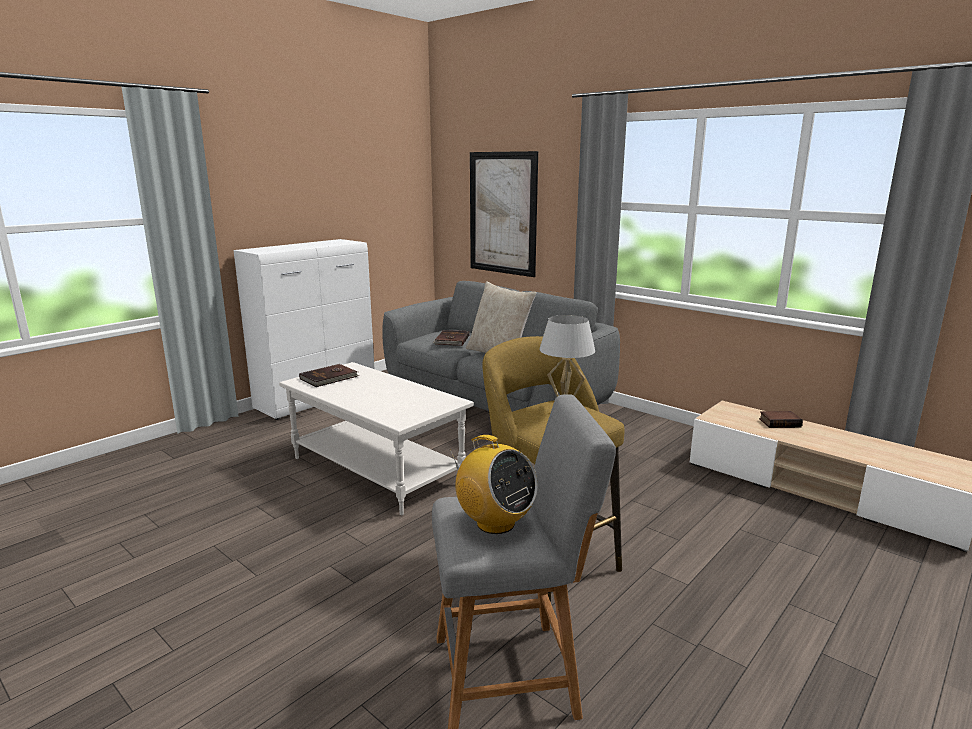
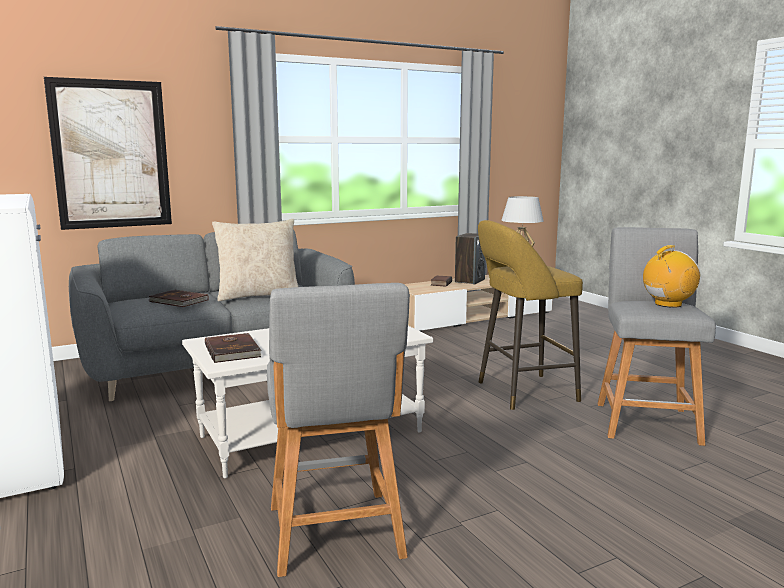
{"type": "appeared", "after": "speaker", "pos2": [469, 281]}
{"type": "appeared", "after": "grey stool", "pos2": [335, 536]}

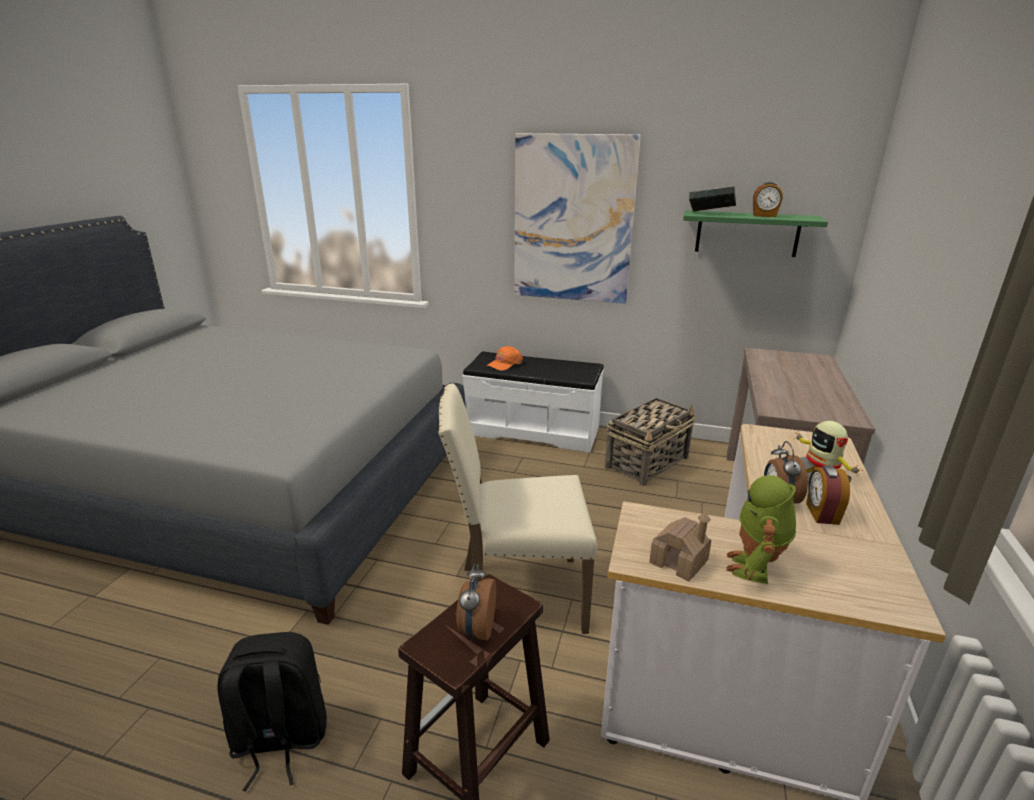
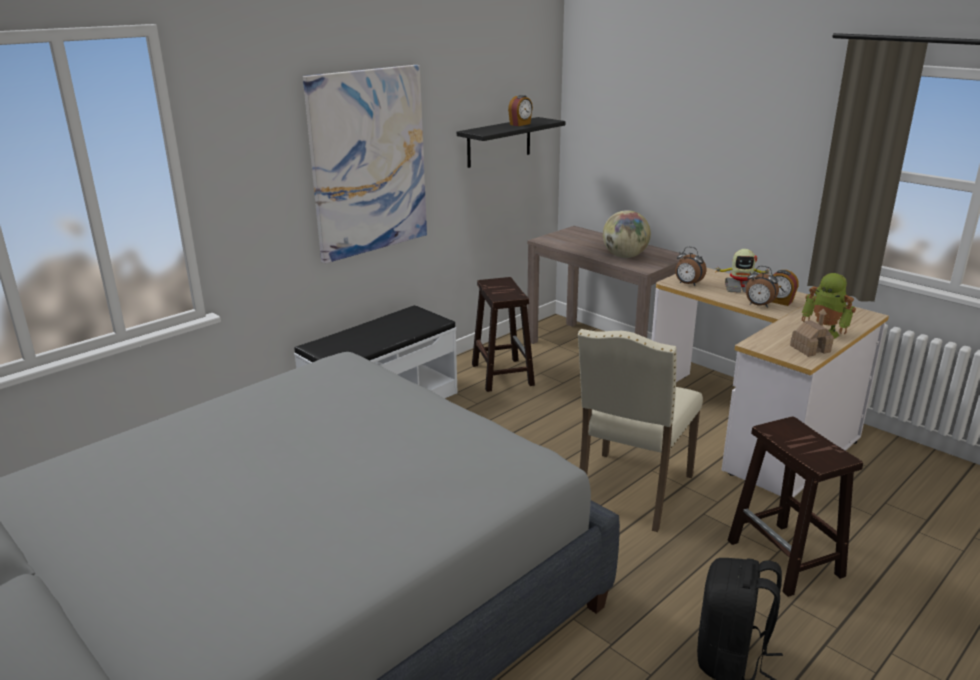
{"type": "missing", "before": "book", "pos1": [710, 213]}
{"type": "colour", "before": "green shelf", "after": "black shelf", "pos1": [747, 233], "pos2": [499, 142]}
{"type": "missing", "before": "orange cap", "pos1": [505, 364]}
{"type": "exchanged", "before": "basket", "after": "brown stool", "pos1": [647, 462], "pos2": [501, 374]}
{"type": "relocated", "before": "alarm clock", "pos1": [476, 629], "pos2": [688, 284]}
{"type": "appeared", "after": "globe", "pos2": [624, 256]}

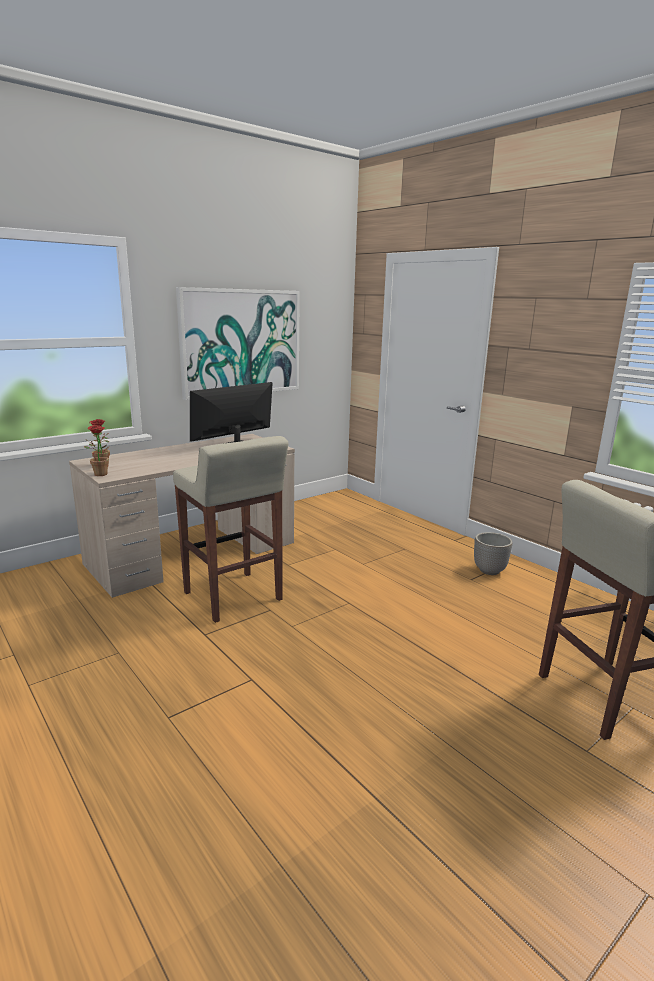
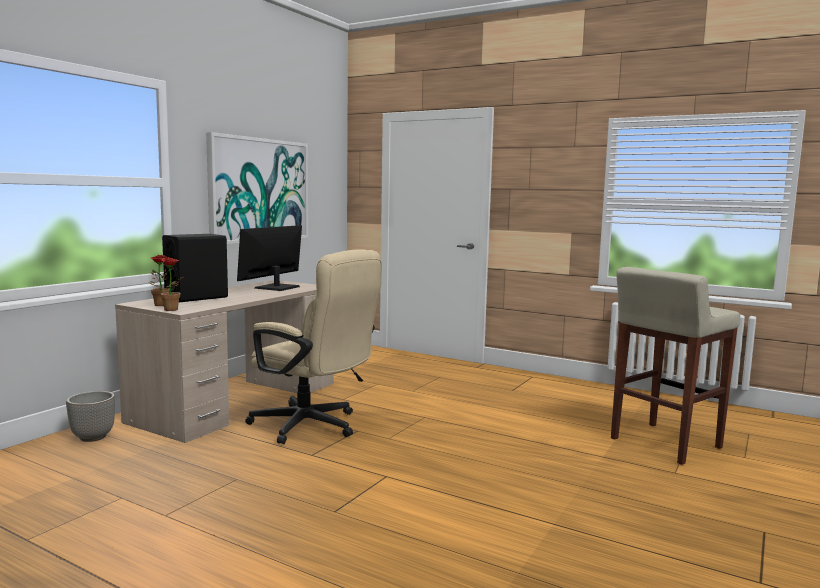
{"type": "exchanged", "before": "beige stool", "after": "beige office chair", "pos1": [233, 597], "pos2": [313, 427]}
{"type": "relocated", "before": "planter", "pos1": [490, 571], "pos2": [93, 437]}
{"type": "appeared", "after": "black speaker", "pos2": [196, 297]}

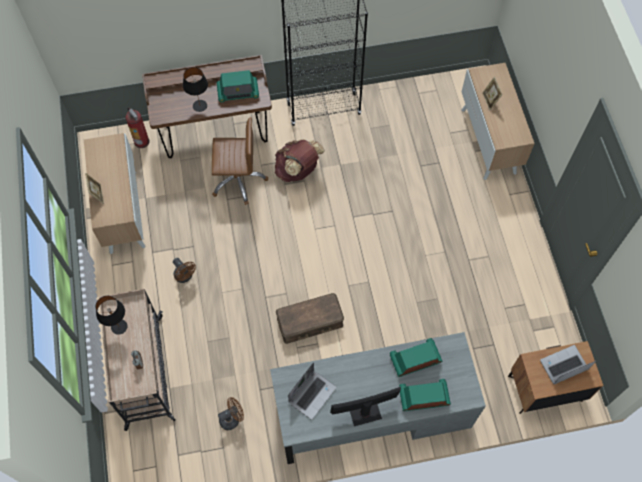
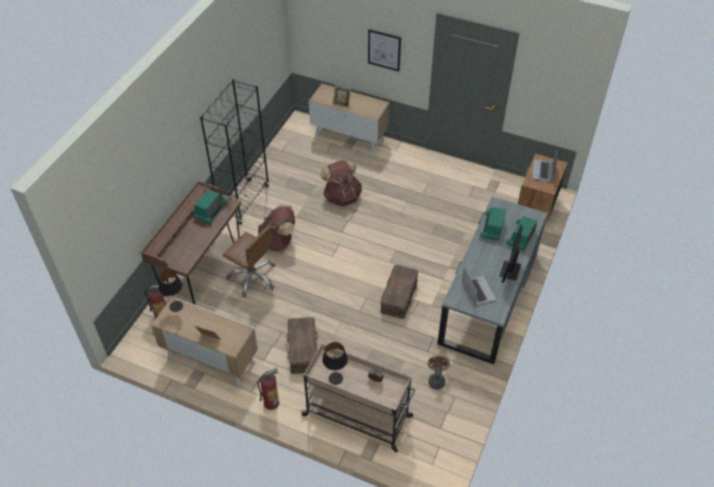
{"type": "relocated", "before": "black table lamp", "pos1": [200, 106], "pos2": [176, 306]}
{"type": "spun", "before": "brown office chair", "pos1": [238, 179], "pos2": [253, 277], "turn": 90}
{"type": "exchanged", "before": "brown fan", "after": "brown storage box", "pos1": [185, 277], "pos2": [302, 350]}
{"type": "appeared", "after": "picture", "pos2": [384, 50]}
{"type": "appeared", "after": "brown backpack", "pos2": [342, 197]}
{"type": "appeared", "after": "fire extinguisher", "pos2": [271, 402]}

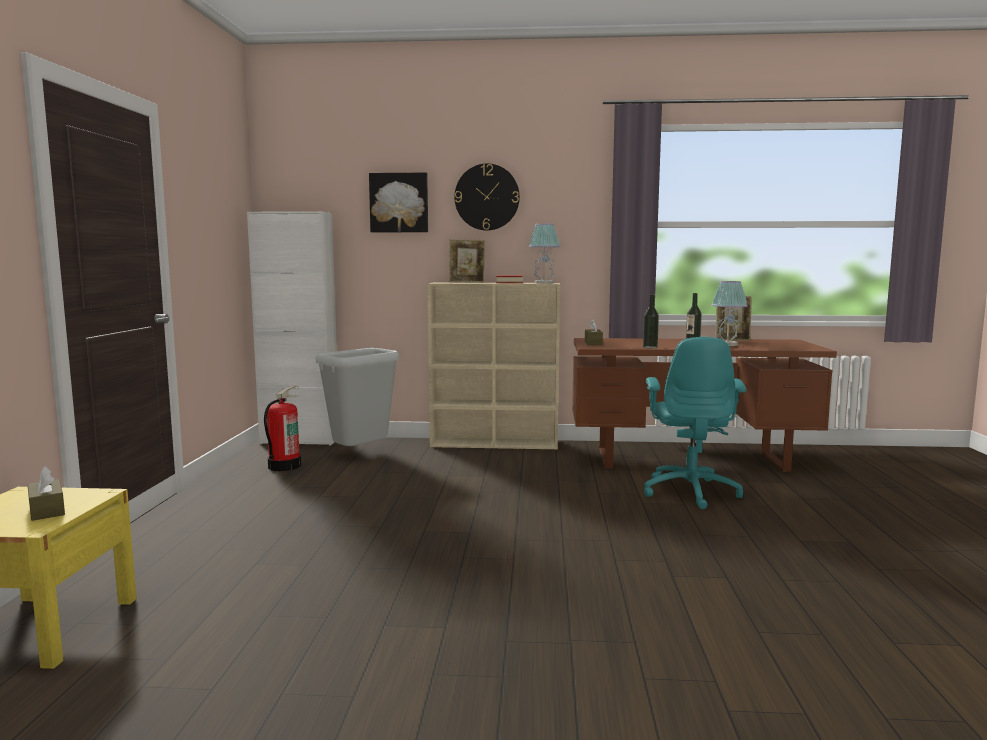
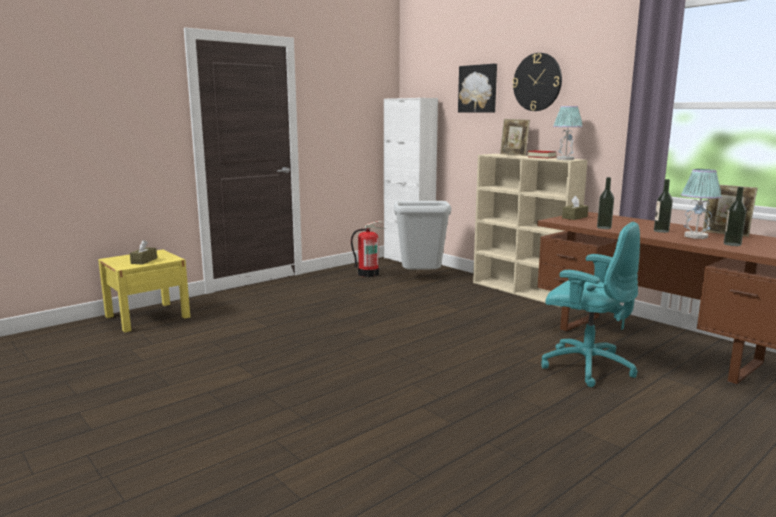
{"type": "spun", "before": "turquoise office chair", "pos1": [690, 491], "pos2": [585, 366], "turn": -105}
{"type": "appeared", "after": "bottle", "pos2": [732, 244]}

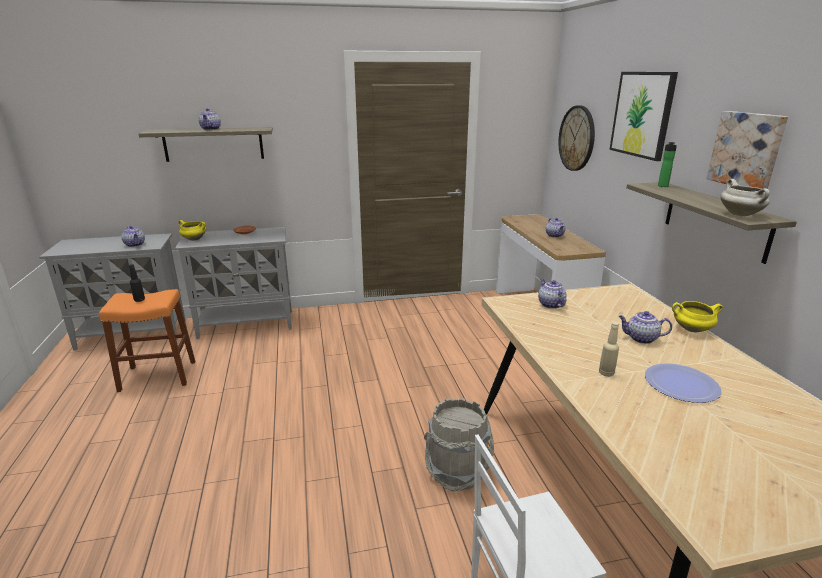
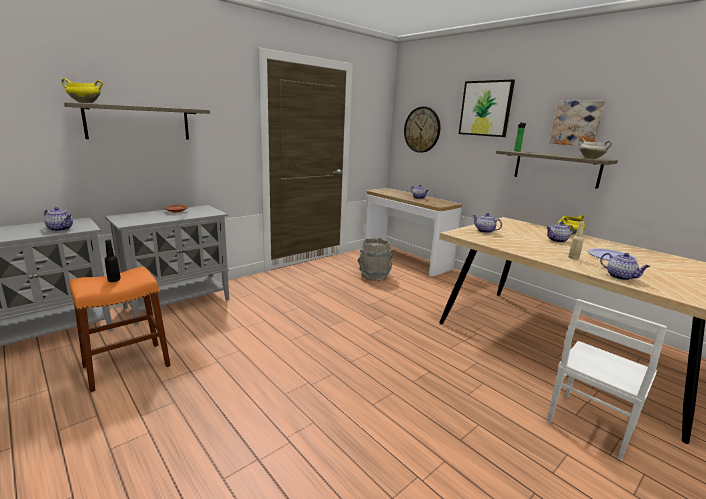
{"type": "relocated", "before": "teapot", "pos1": [211, 129], "pos2": [620, 277]}
{"type": "relocated", "before": "yellow cooking pot", "pos1": [194, 239], "pos2": [84, 103]}
{"type": "relocated", "before": "grey bucket", "pos1": [457, 472], "pos2": [374, 276]}

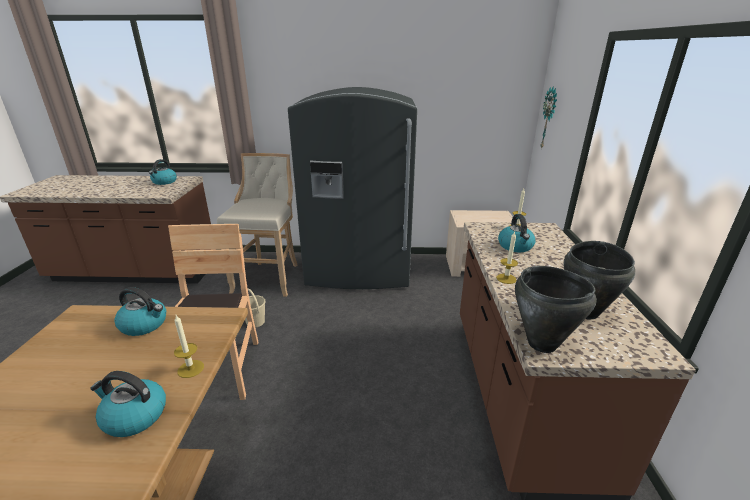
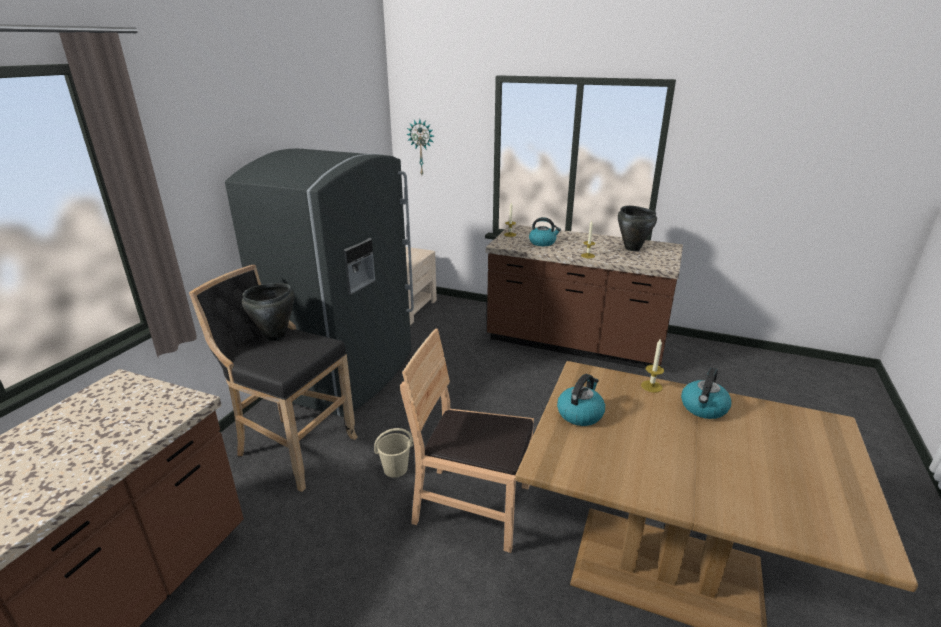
{"type": "colour", "before": "beige stool", "after": "black stool", "pos1": [269, 277], "pos2": [292, 448]}
{"type": "missing", "before": "kettle", "pos1": [164, 182]}
{"type": "relocated", "before": "black cooking pot", "pos1": [542, 344], "pos2": [276, 336]}

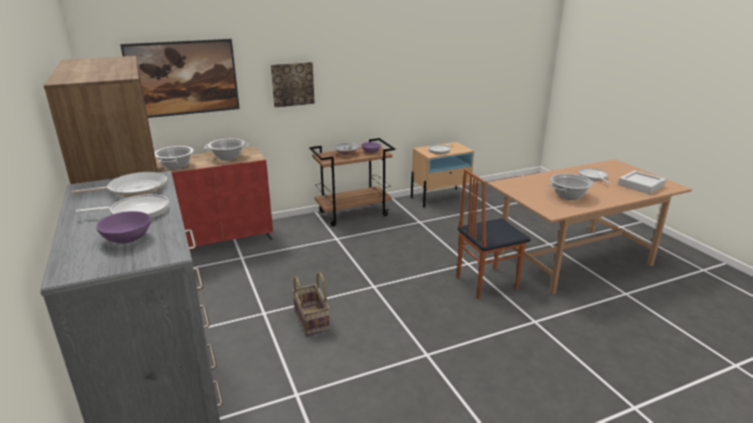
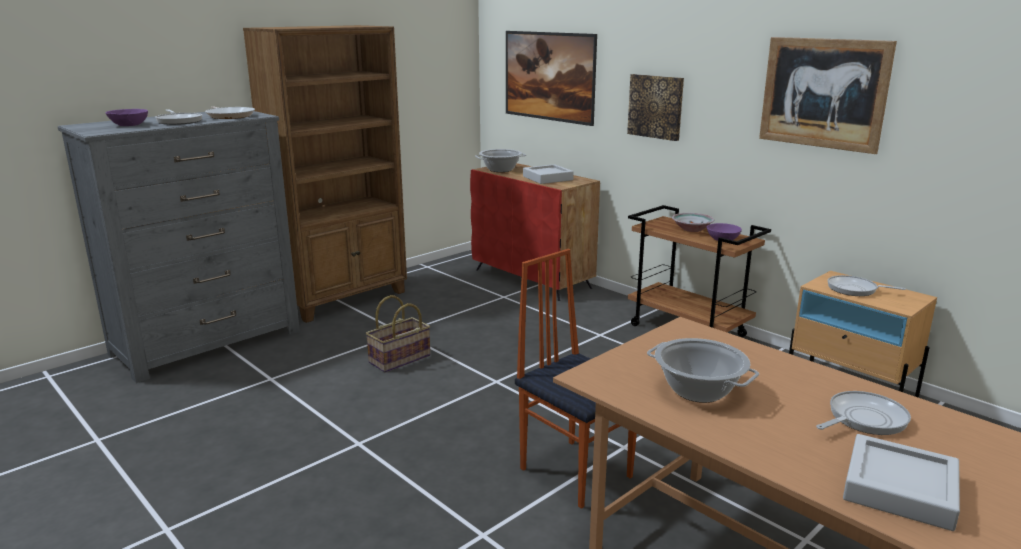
{"type": "exchanged", "before": "cooking pot", "after": "grey tray", "pos1": [228, 157], "pos2": [547, 178]}
{"type": "appeared", "after": "picture", "pos2": [823, 93]}

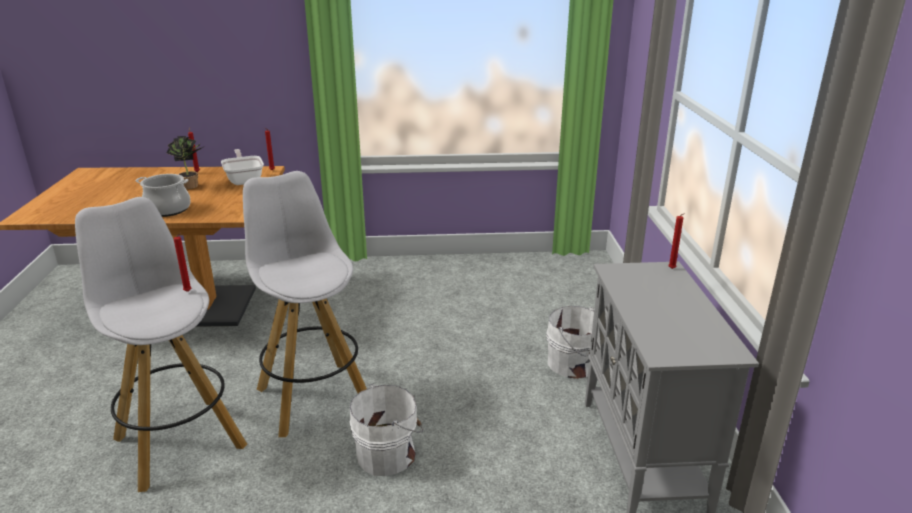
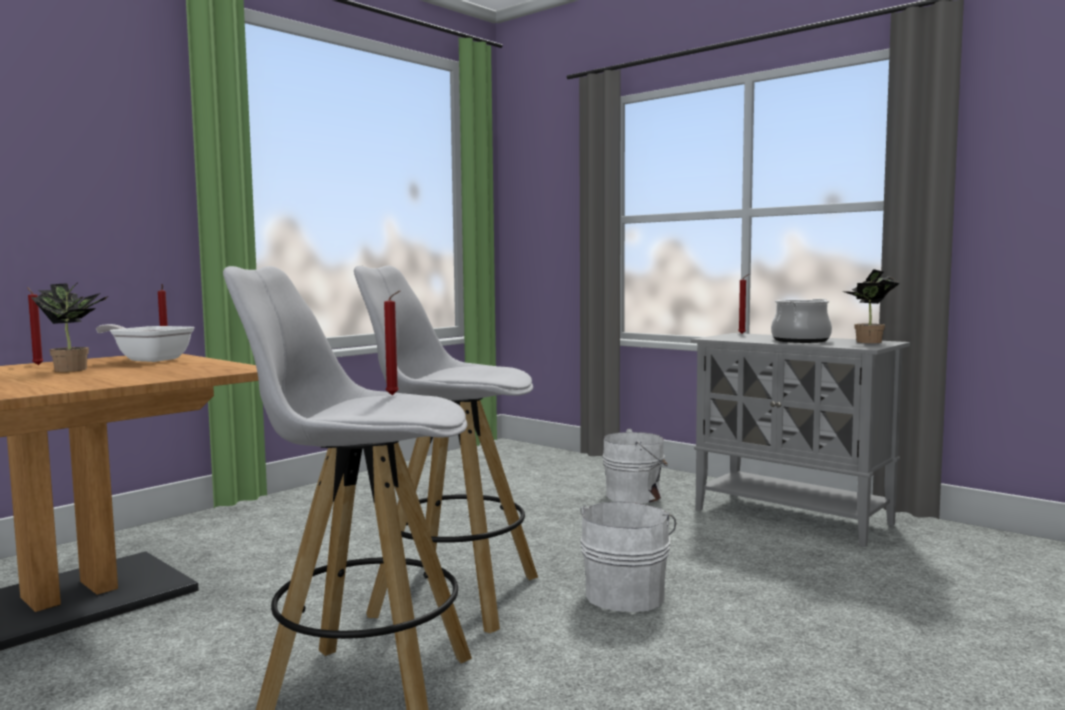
{"type": "relocated", "before": "cooking pot", "pos1": [168, 209], "pos2": [800, 340]}
{"type": "appeared", "after": "potted plant", "pos2": [870, 342]}

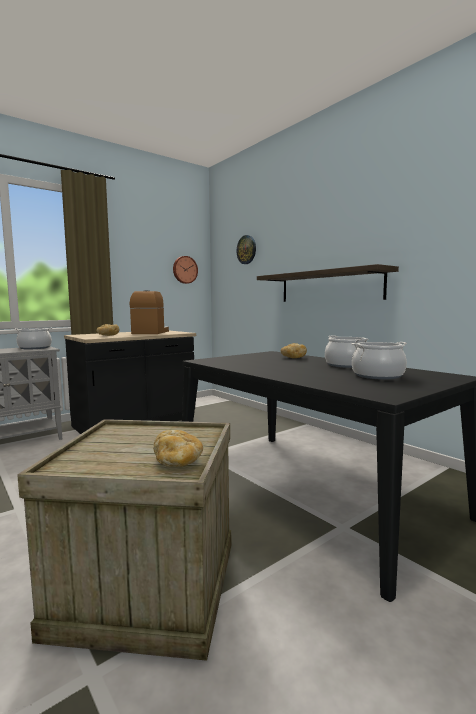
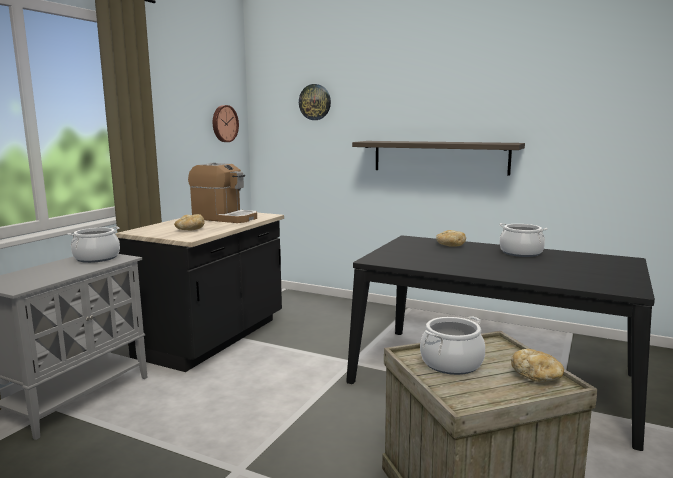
{"type": "spun", "before": "coffee machine", "pos1": [151, 332], "pos2": [225, 218], "turn": 135}
{"type": "relocated", "before": "cooking pot", "pos1": [377, 375], "pos2": [451, 363]}

